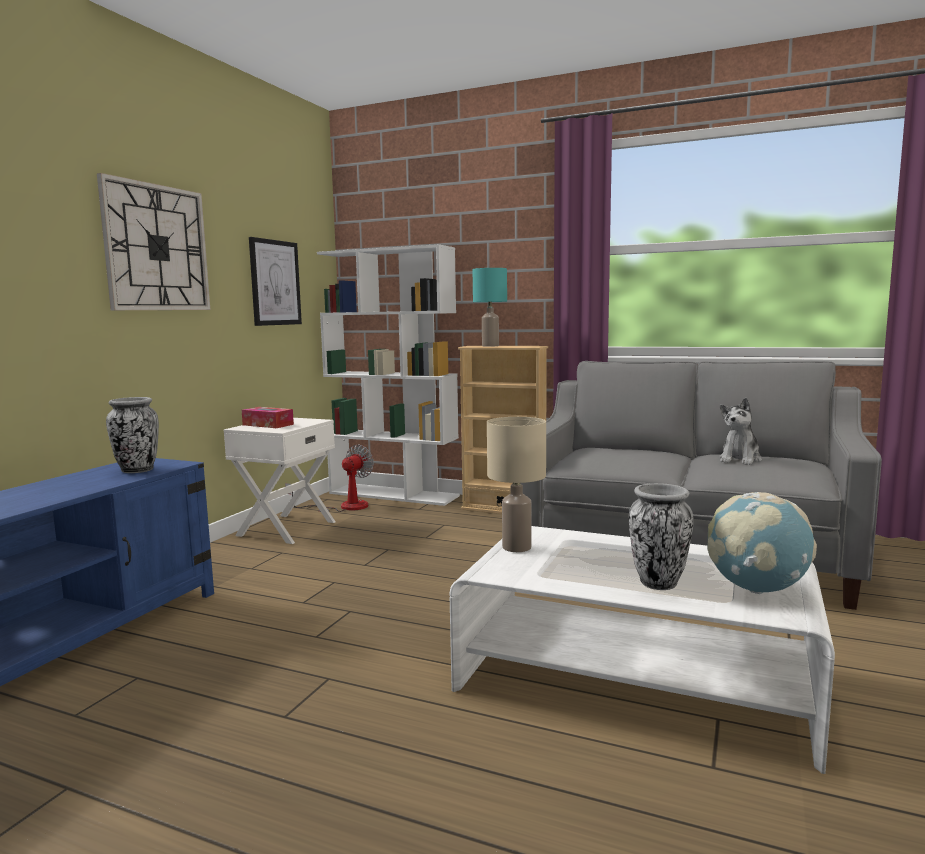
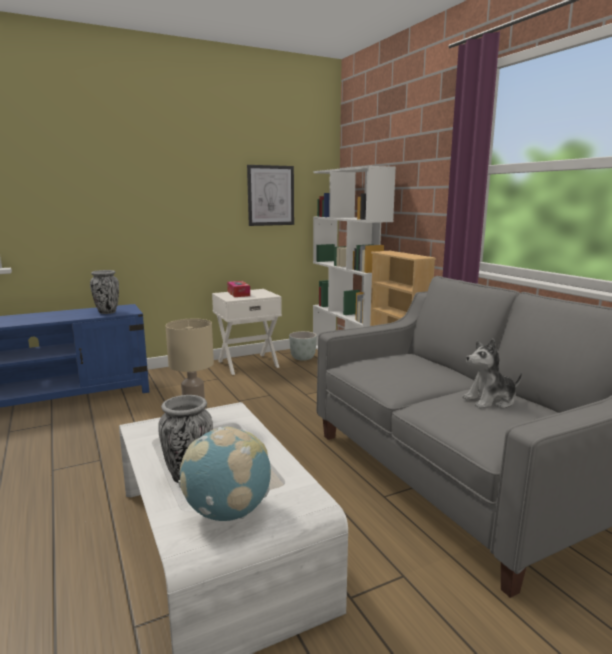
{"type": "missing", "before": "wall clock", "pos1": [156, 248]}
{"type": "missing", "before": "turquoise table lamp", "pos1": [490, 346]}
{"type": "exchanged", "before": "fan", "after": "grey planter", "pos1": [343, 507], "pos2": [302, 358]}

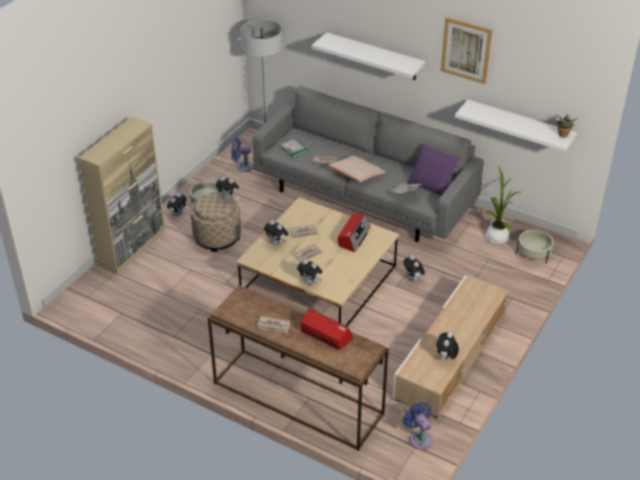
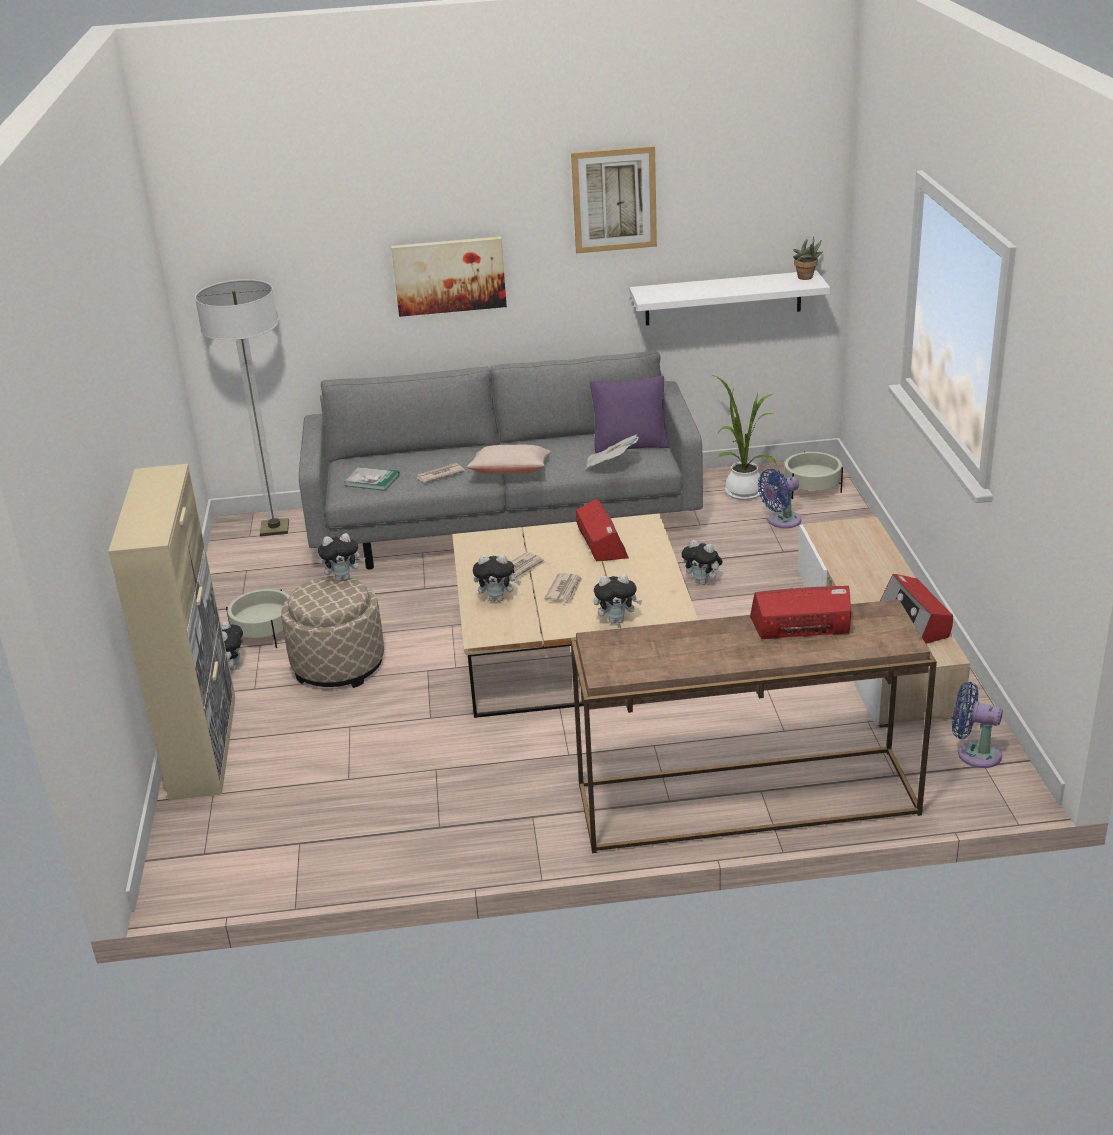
{"type": "exchanged", "before": "white shelf", "after": "picture", "pos1": [374, 56], "pos2": [449, 275]}
{"type": "relocated", "before": "blue fan", "pos1": [242, 166], "pos2": [781, 521]}
{"type": "missing", "before": "newspaper", "pos1": [273, 326]}
{"type": "exchanged", "before": "plush toy", "after": "radio", "pos1": [446, 358], "pos2": [915, 621]}

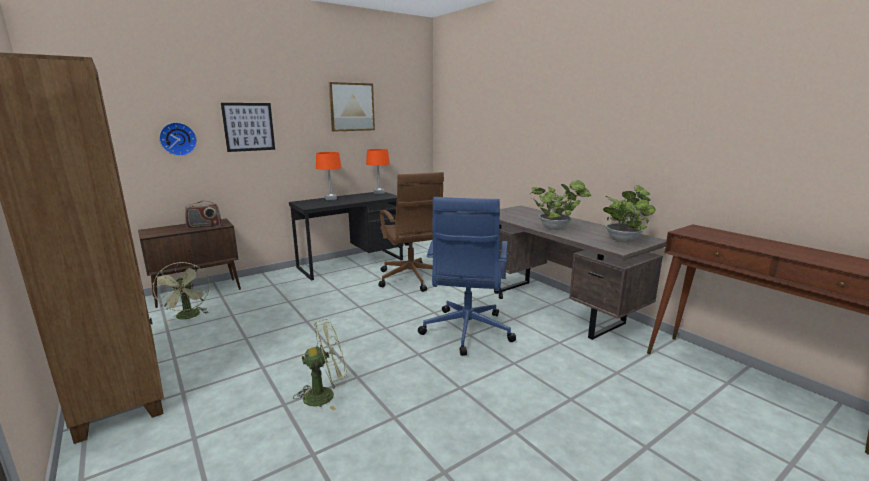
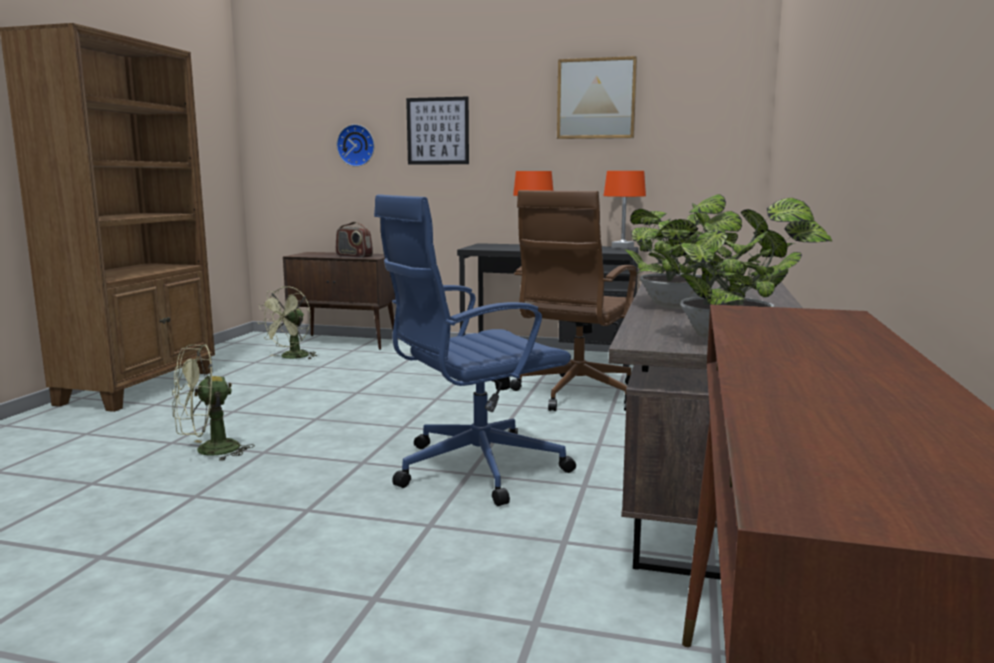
{"type": "spun", "before": "green fan", "pos1": [325, 394], "pos2": [208, 451], "turn": 120}

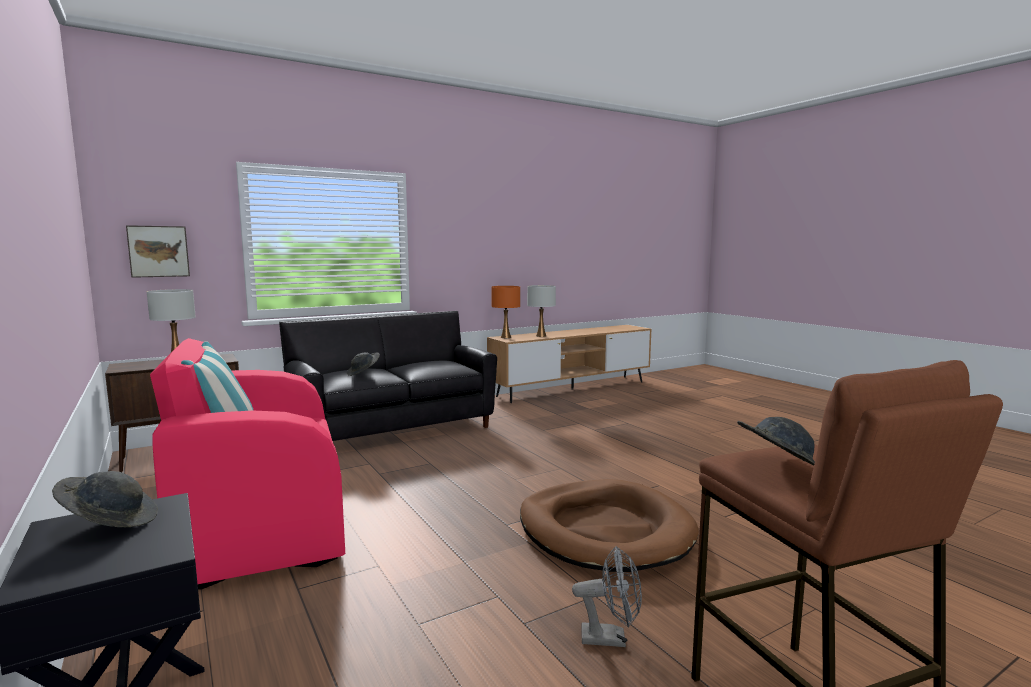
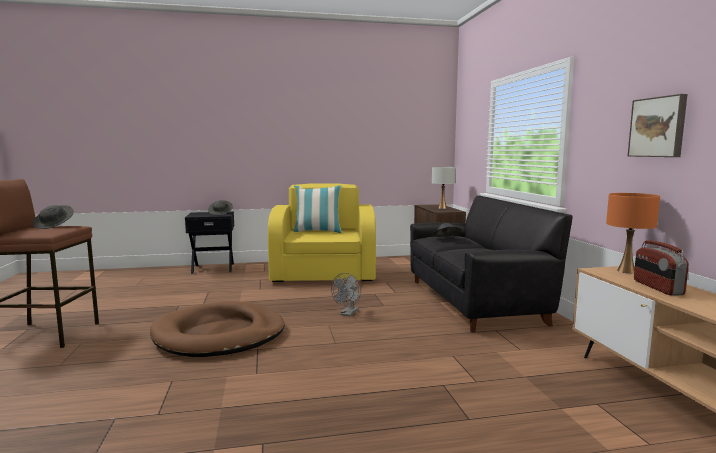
{"type": "relocated", "before": "picture", "pos1": [158, 251], "pos2": [658, 127]}
{"type": "exchanged", "before": "white table lamp", "after": "radio", "pos1": [541, 336], "pos2": [657, 287]}
{"type": "colour", "before": "pink armchair", "after": "yellow armchair", "pos1": [260, 526], "pos2": [324, 274]}
{"type": "relocated", "before": "grey fan", "pos1": [611, 638], "pos2": [348, 314]}

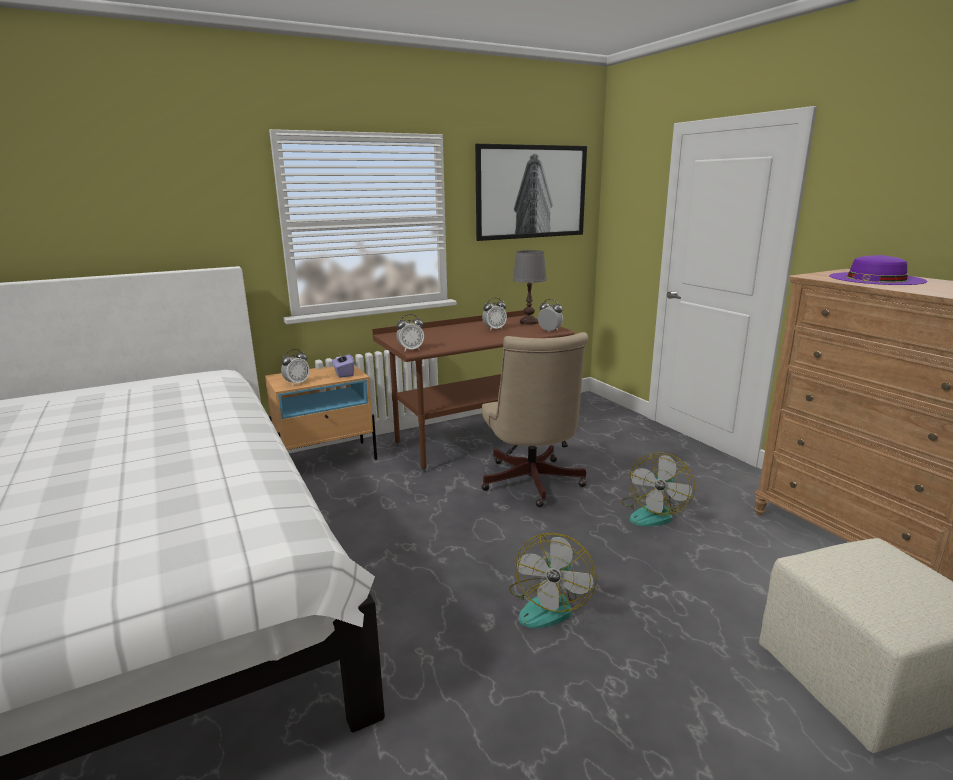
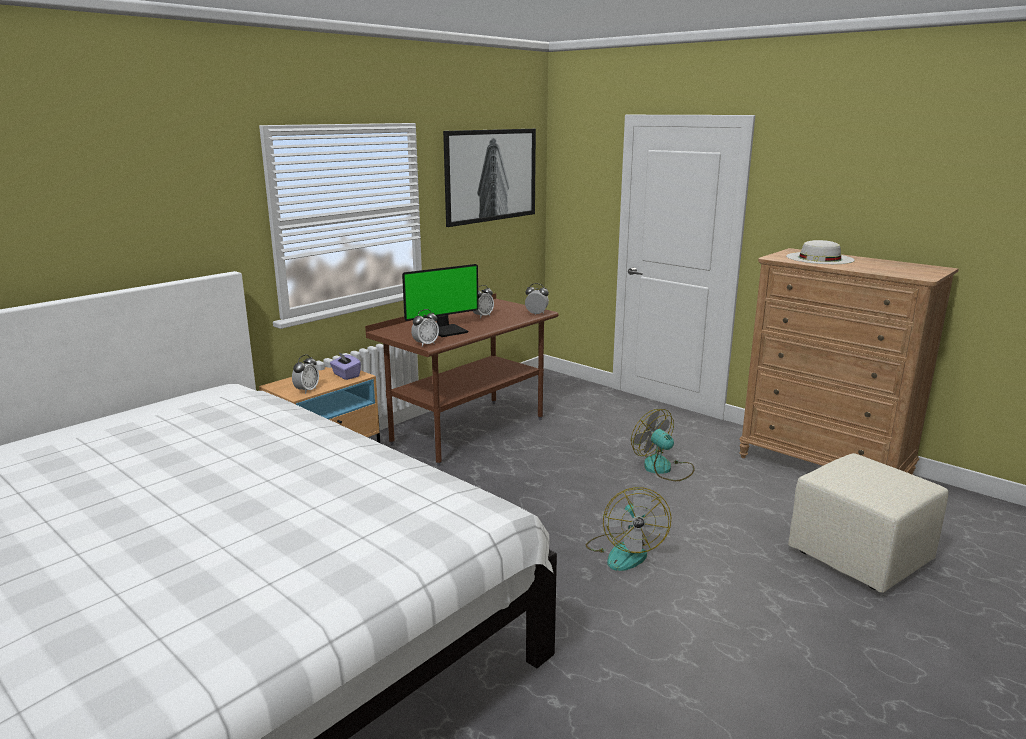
{"type": "missing", "before": "grey table lamp", "pos1": [529, 322]}
{"type": "colour", "before": "purple hat", "after": "white hat", "pos1": [876, 279], "pos2": [819, 258]}
{"type": "missing", "before": "beige office chair", "pos1": [531, 484]}
{"type": "spun", "before": "fan", "pos1": [653, 513], "pos2": [663, 469], "turn": 135}
{"type": "appeared", "after": "monitor", "pos2": [447, 331]}

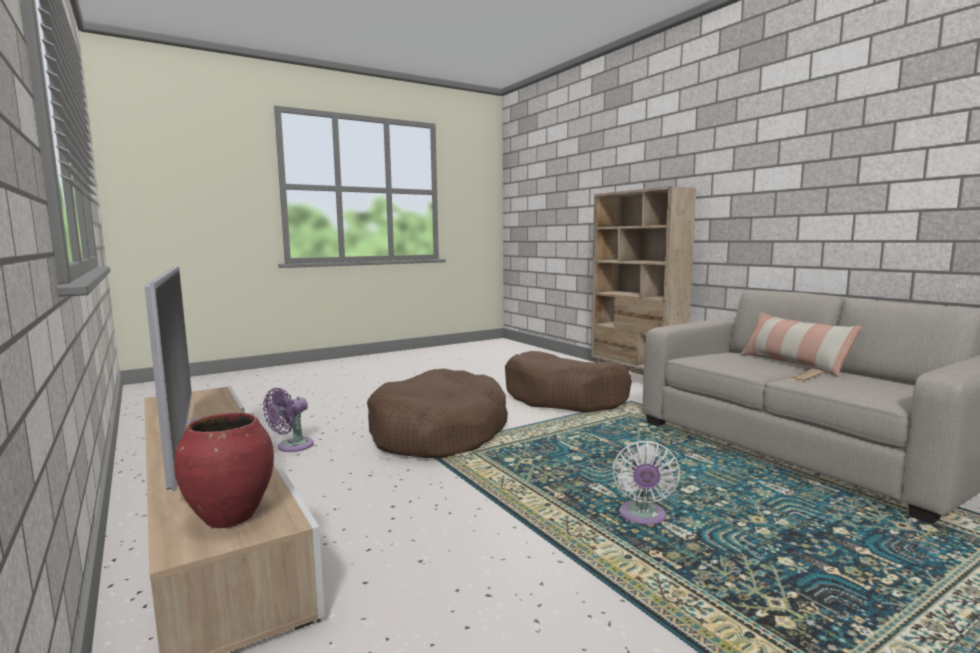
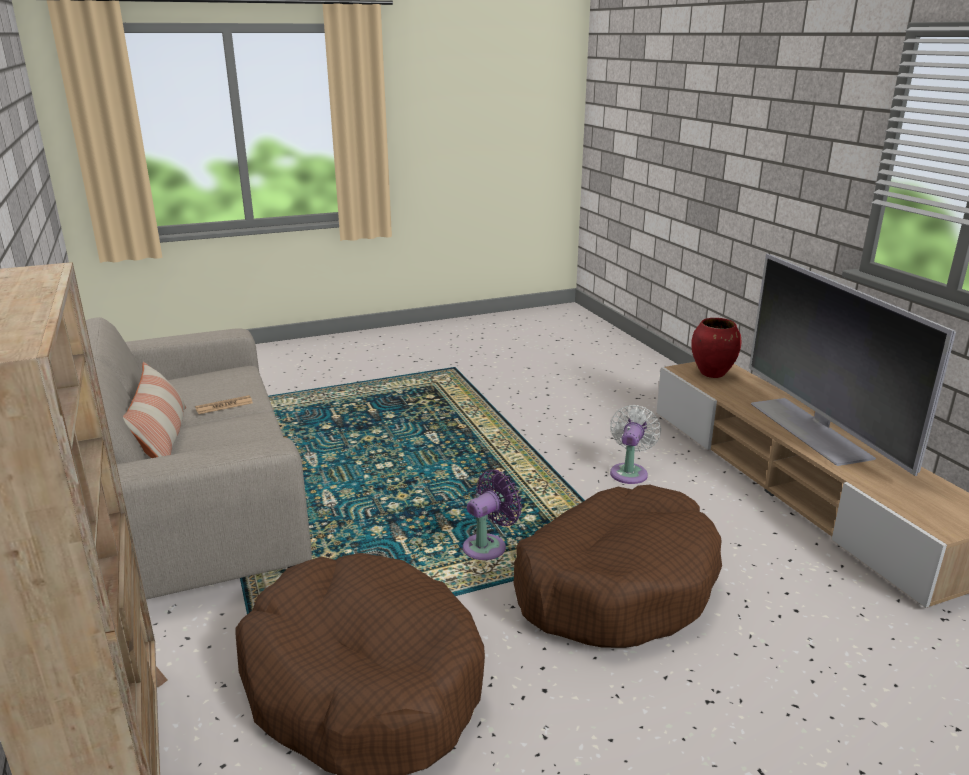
{"type": "relocated", "before": "purple fan", "pos1": [292, 446], "pos2": [488, 546]}
{"type": "relocated", "before": "white fan", "pos1": [642, 517], "pos2": [629, 472]}

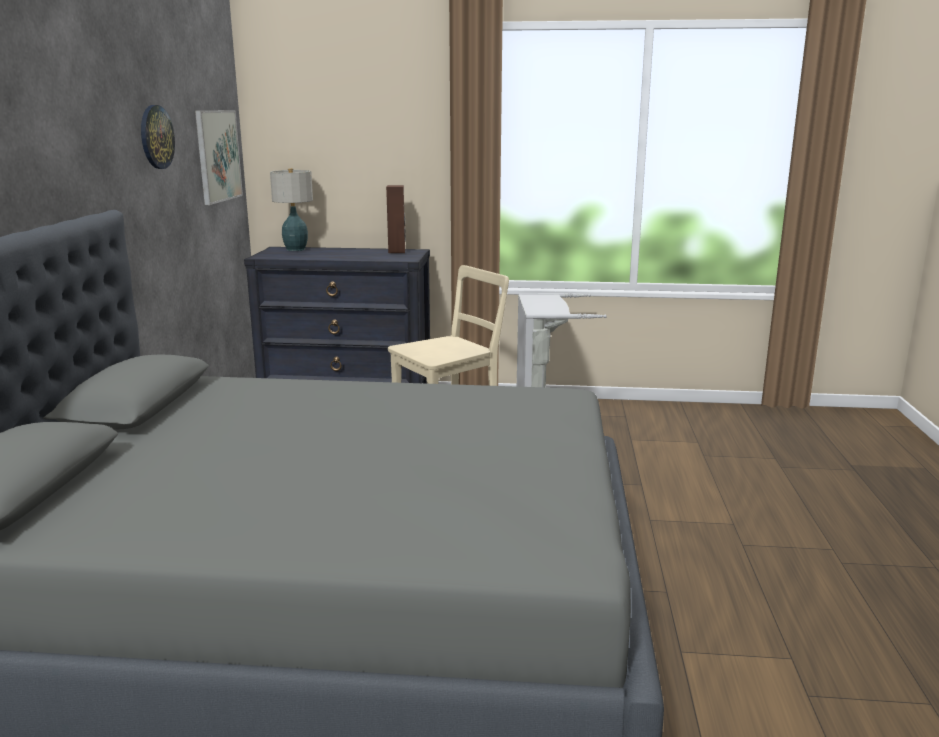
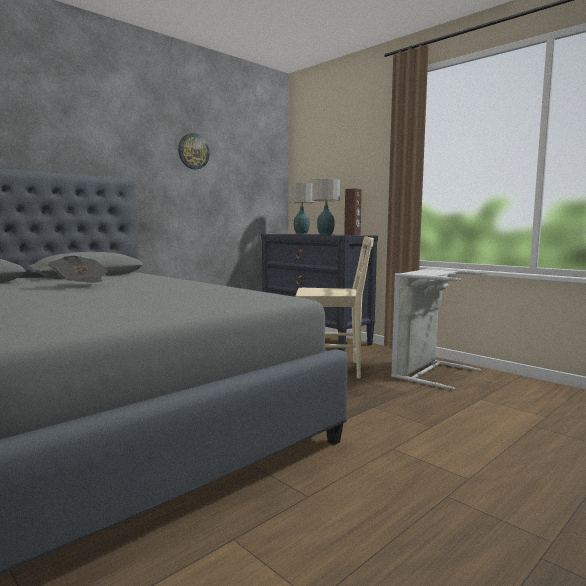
{"type": "missing", "before": "picture", "pos1": [218, 156]}
{"type": "appeared", "after": "table lamp", "pos2": [326, 234]}
{"type": "appeared", "after": "newspaper", "pos2": [82, 285]}

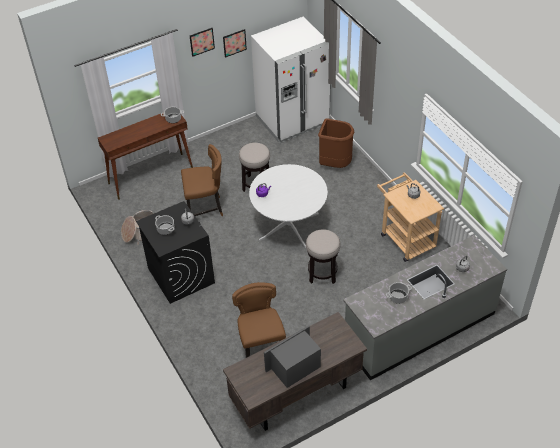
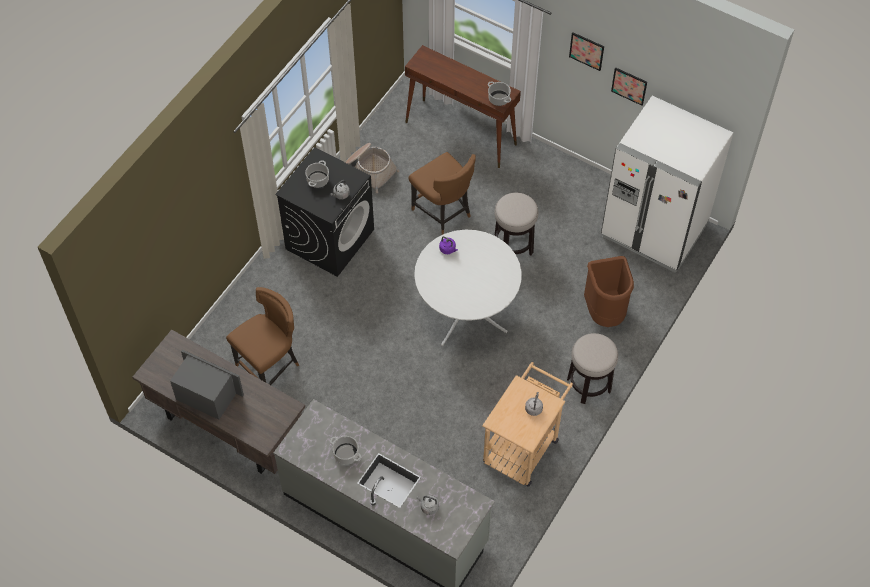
{"type": "relocated", "before": "stool", "pos1": [322, 273], "pos2": [589, 384]}

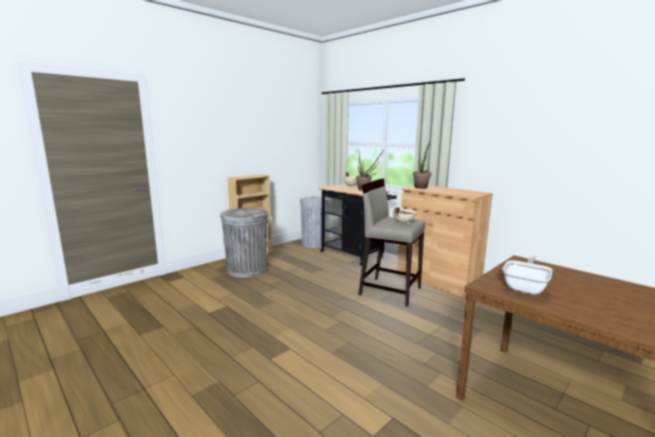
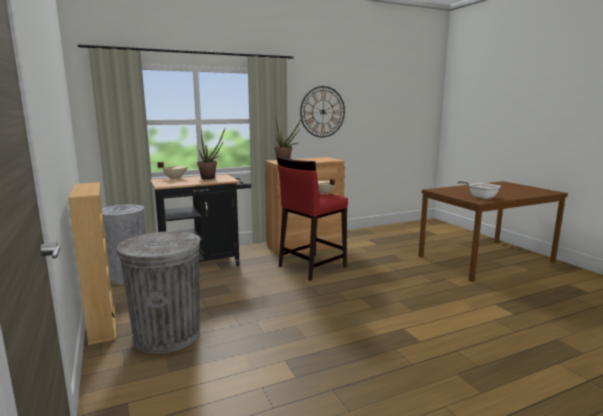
{"type": "colour", "before": "beige stool", "after": "red stool", "pos1": [389, 291], "pos2": [311, 266]}
{"type": "appeared", "after": "wall clock", "pos2": [322, 112]}

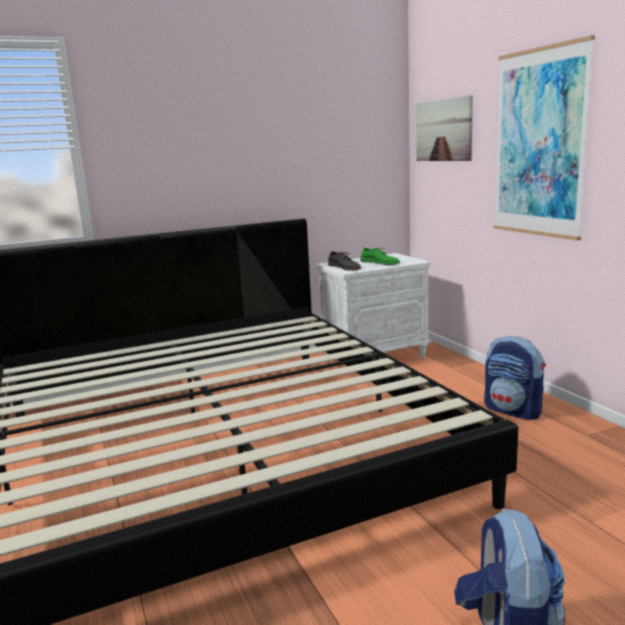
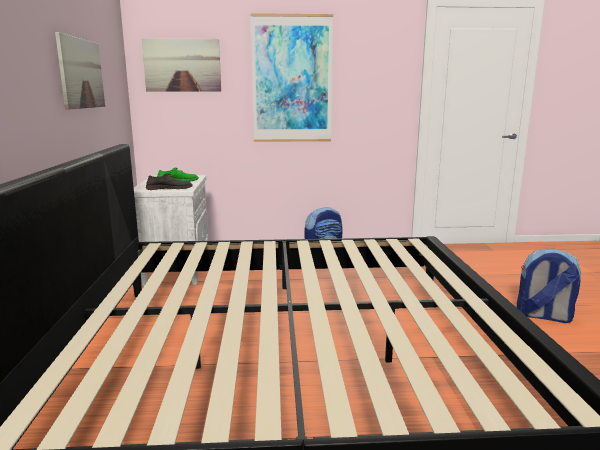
{"type": "appeared", "after": "picture", "pos2": [81, 73]}

